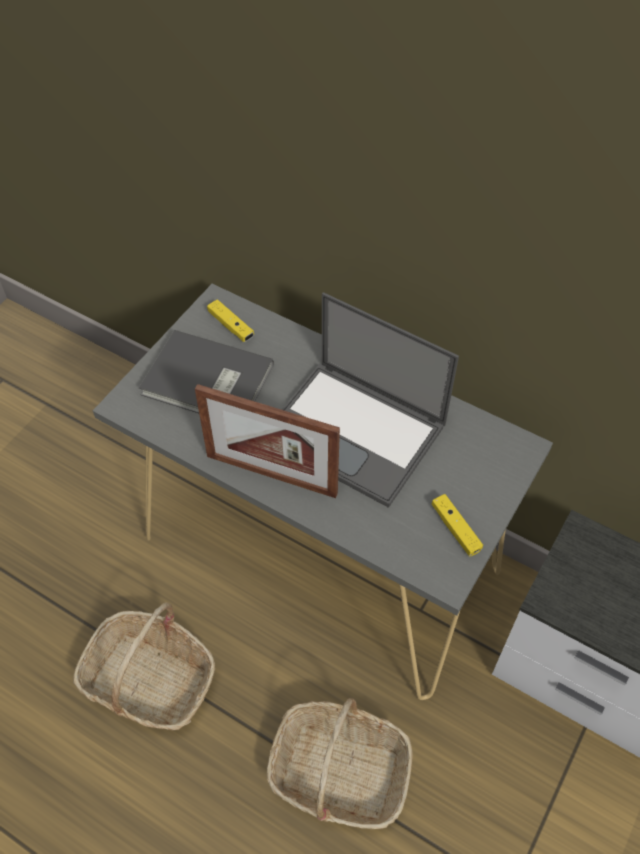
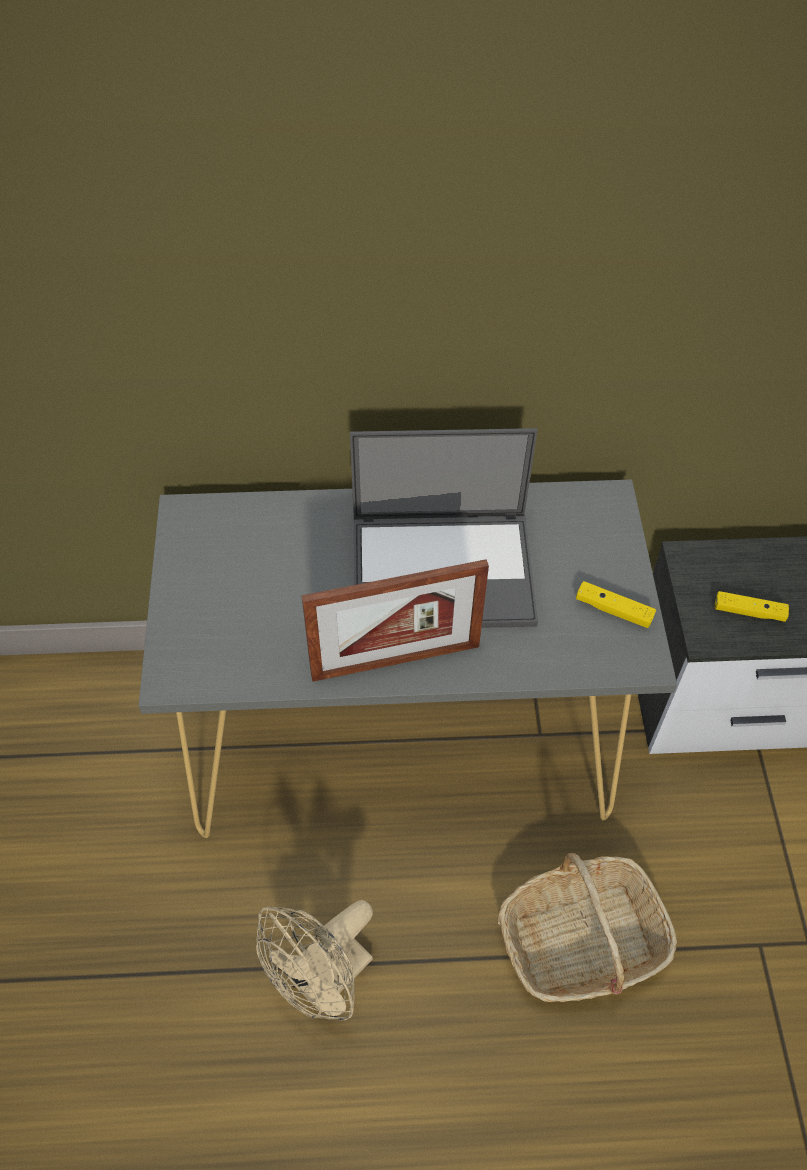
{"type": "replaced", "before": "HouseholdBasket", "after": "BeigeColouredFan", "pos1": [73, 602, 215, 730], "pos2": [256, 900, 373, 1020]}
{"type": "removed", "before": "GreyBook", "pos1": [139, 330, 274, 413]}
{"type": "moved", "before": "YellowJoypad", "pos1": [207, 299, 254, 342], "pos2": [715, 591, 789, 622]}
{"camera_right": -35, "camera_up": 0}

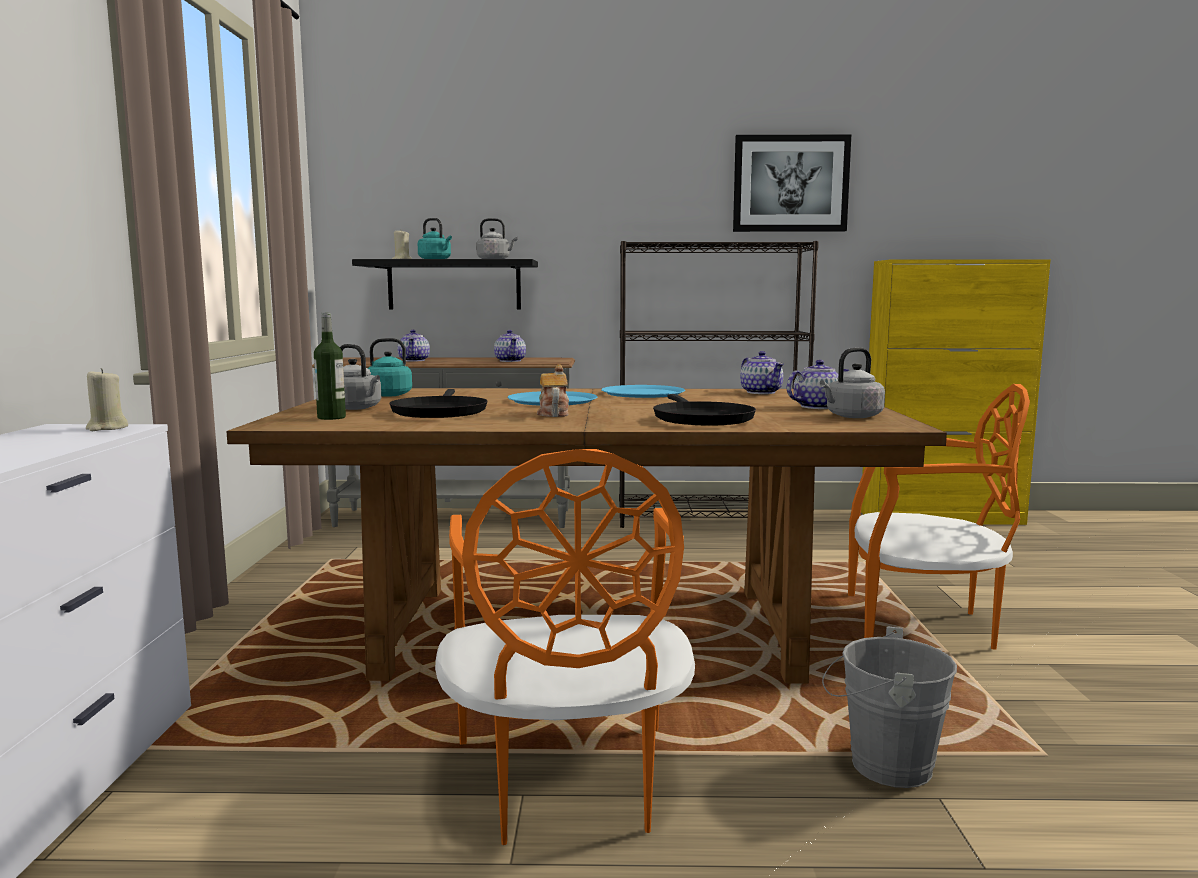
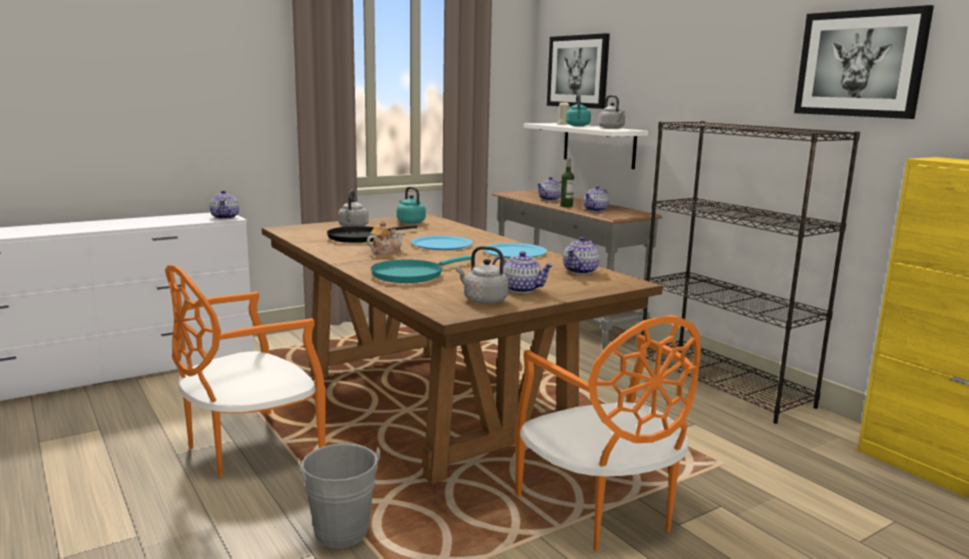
{"type": "replaced", "before": "BeigeColouredWaxLight", "after": "TeaPot", "pos1": [86, 368, 128, 431], "pos2": [209, 190, 239, 219]}
{"type": "moved", "before": "Bottle", "pos1": [314, 313, 346, 420], "pos2": [560, 158, 574, 207]}
{"type": "recoloured", "before": "BlackBracketShelf", "after": "WhitishBracketShelf", "pos1": [352, 259, 538, 310], "pos2": [524, 123, 648, 169]}
{"type": "recoloured", "before": "BlackFryingPan", "after": "BlueGreenFryingPan", "pos1": [653, 394, 756, 425], "pos2": [371, 256, 472, 283]}
{"type": "added", "after": "Picture", "pos2": [547, 33, 610, 109]}
{"camera_right": 55, "camera_up": 5}

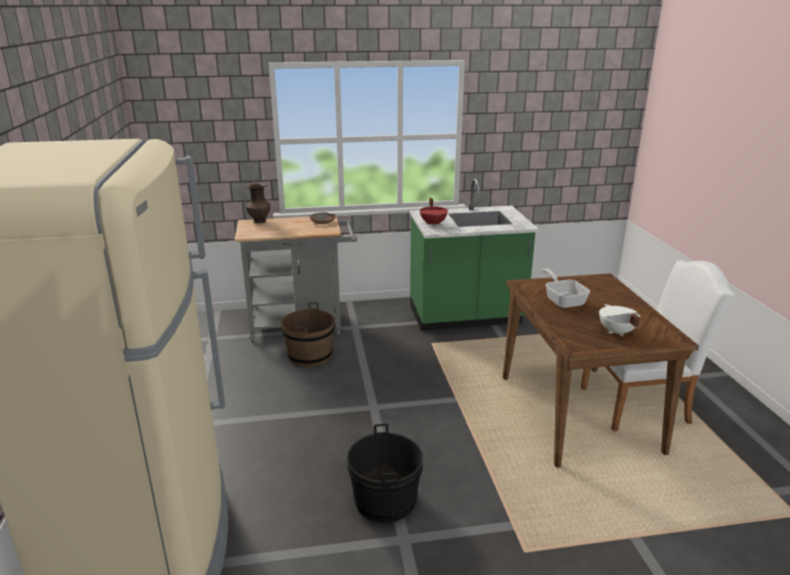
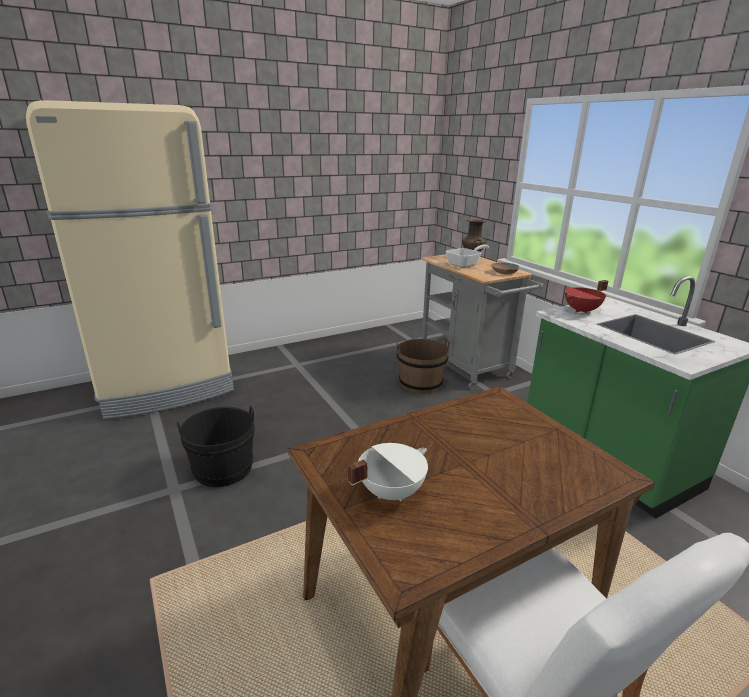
{"type": "moved", "before": "FryingPan", "pos1": [542, 268, 590, 308], "pos2": [446, 244, 489, 268]}
{"camera_right": 70, "camera_up": 0}

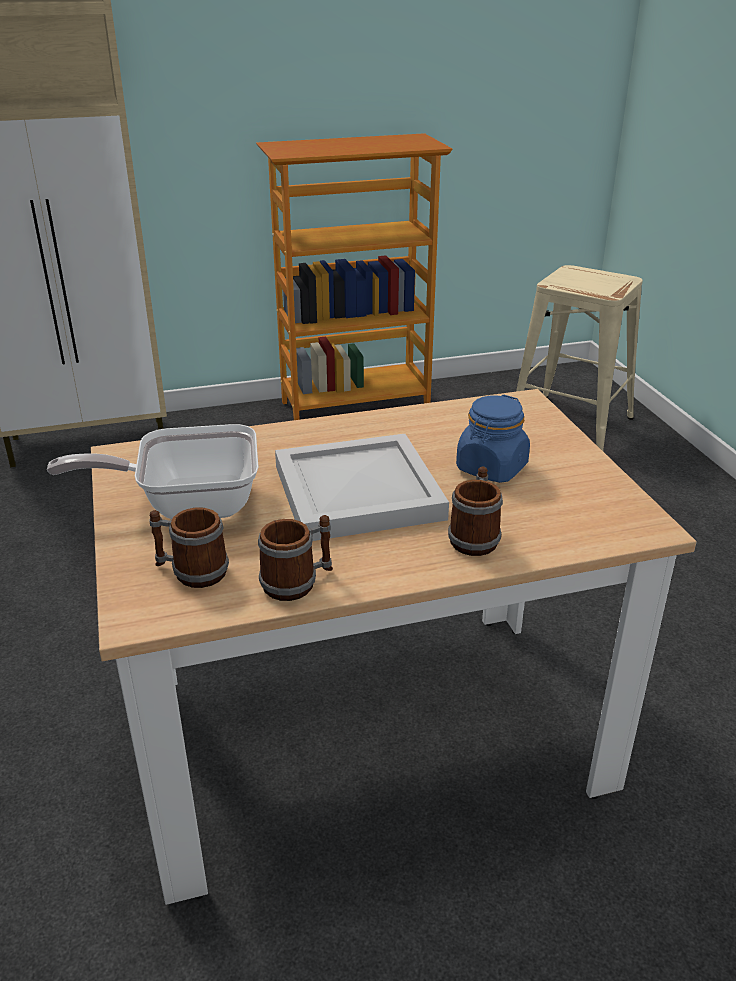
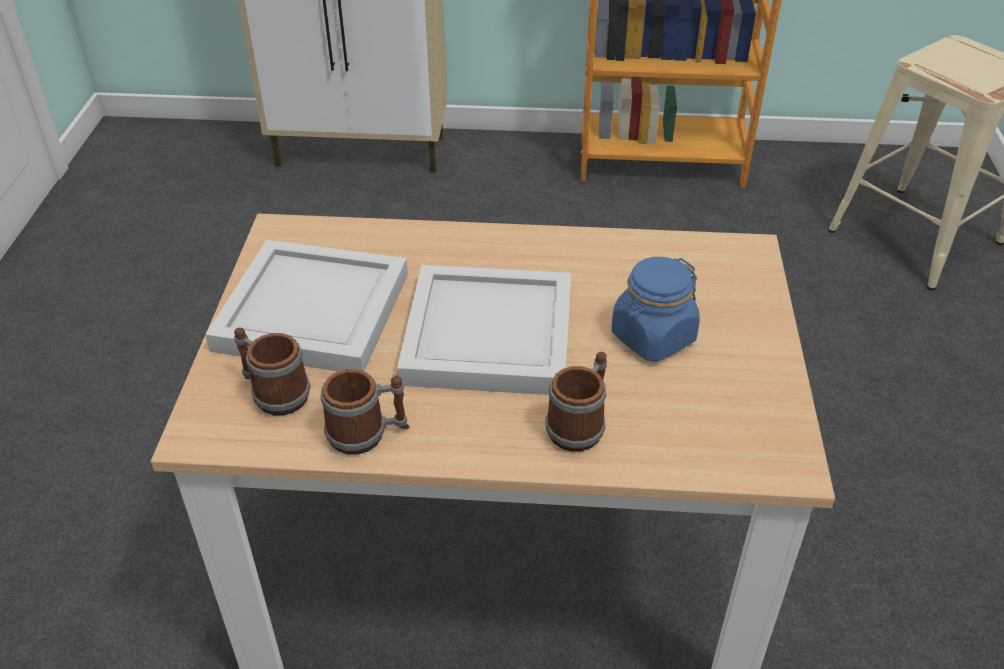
{"type": "replaced", "before": "FryingPan", "after": "WhitishTray", "pos1": [47, 424, 258, 519], "pos2": [205, 240, 408, 371]}
{"camera_right": 20, "camera_up": 10}

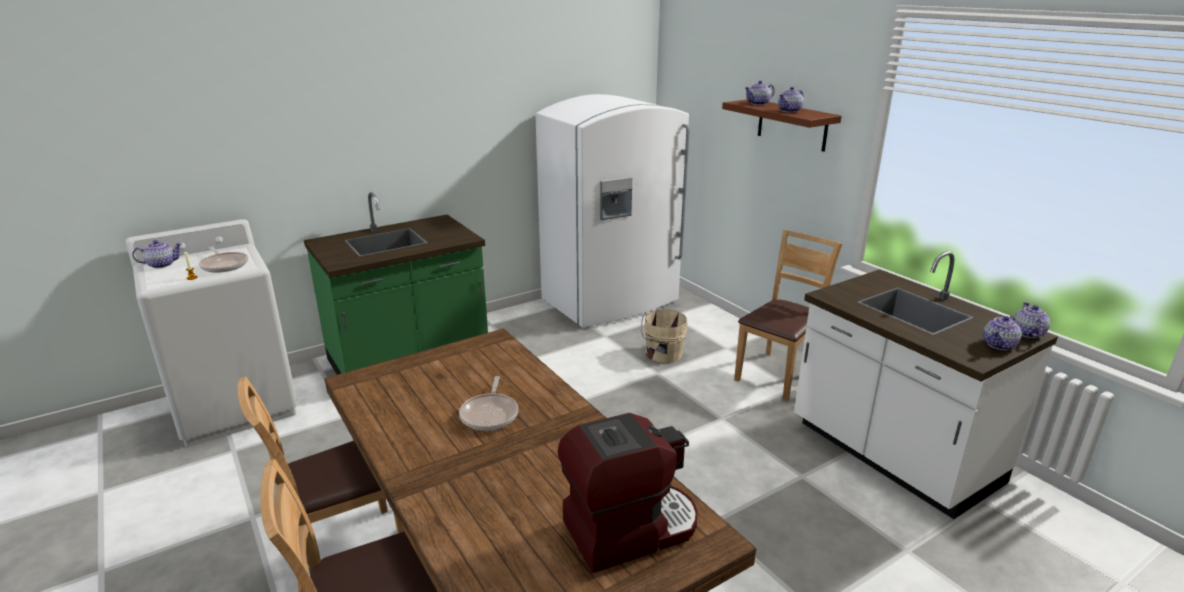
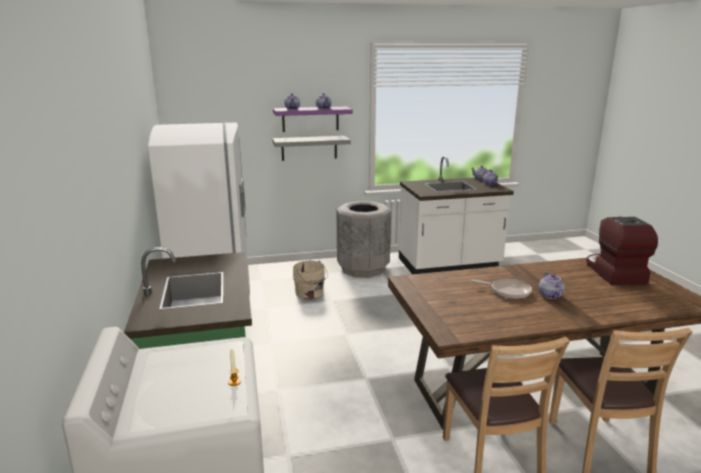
{"type": "moved", "before": "TeaPot", "pos1": [132, 240, 182, 268], "pos2": [539, 272, 565, 299]}
{"type": "removed", "before": "FryingPan", "pos1": [199, 246, 248, 273]}
{"type": "recoloured", "before": "BrownishBracketShelf", "after": "PurpleBracketShelf", "pos1": [722, 100, 842, 152], "pos2": [273, 107, 353, 132]}
{"type": "replaced", "before": "BrownishUprightChair", "after": "GreyWasteBin", "pos1": [734, 230, 842, 401], "pos2": [337, 201, 391, 278]}
{"type": "added", "after": "GreyBracketShelf", "pos2": [272, 136, 351, 161]}
{"camera_right": -70, "camera_up": -5}

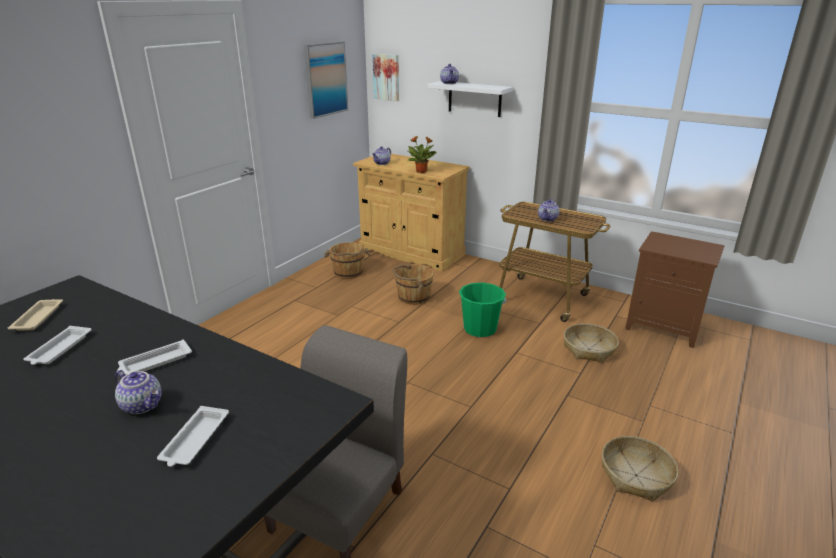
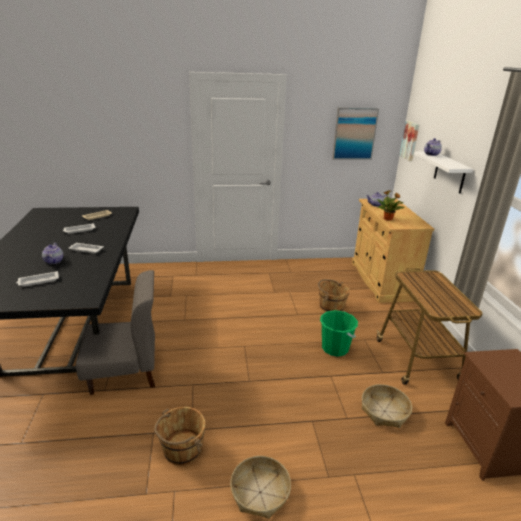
{"type": "moved", "before": "BrownishPail", "pos1": [324, 242, 371, 279], "pos2": [154, 407, 205, 465]}
{"type": "removed", "before": "TeaPot", "pos1": [538, 199, 560, 222]}
{"camera_right": 50, "camera_up": 0}

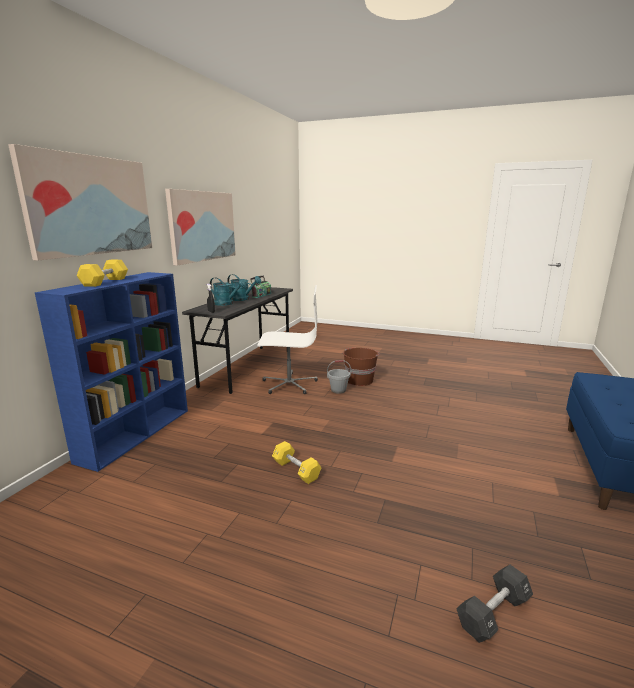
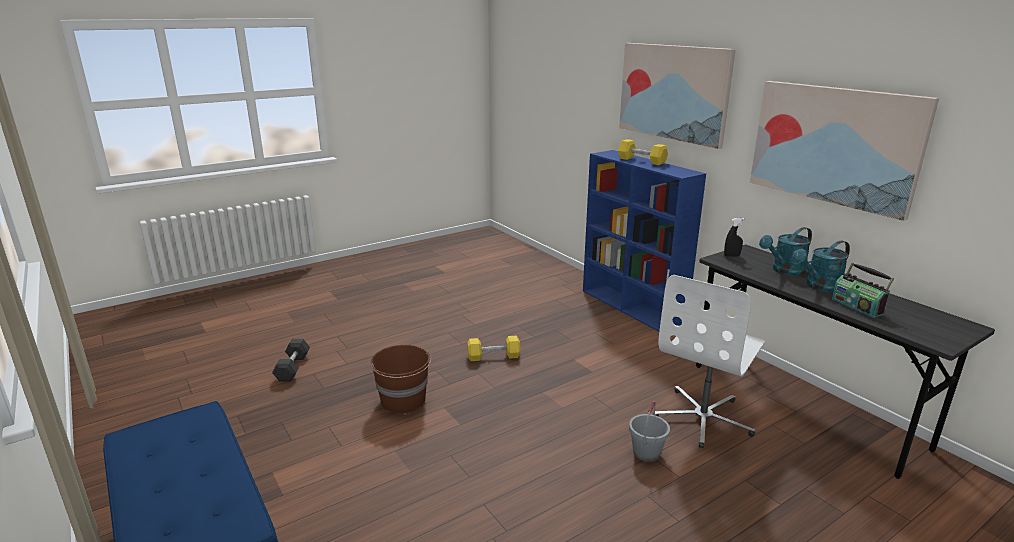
{"type": "moved", "before": "BrownishPail", "pos1": [343, 348, 379, 386], "pos2": [371, 345, 431, 414]}
{"camera_right": 125, "camera_up": 5}

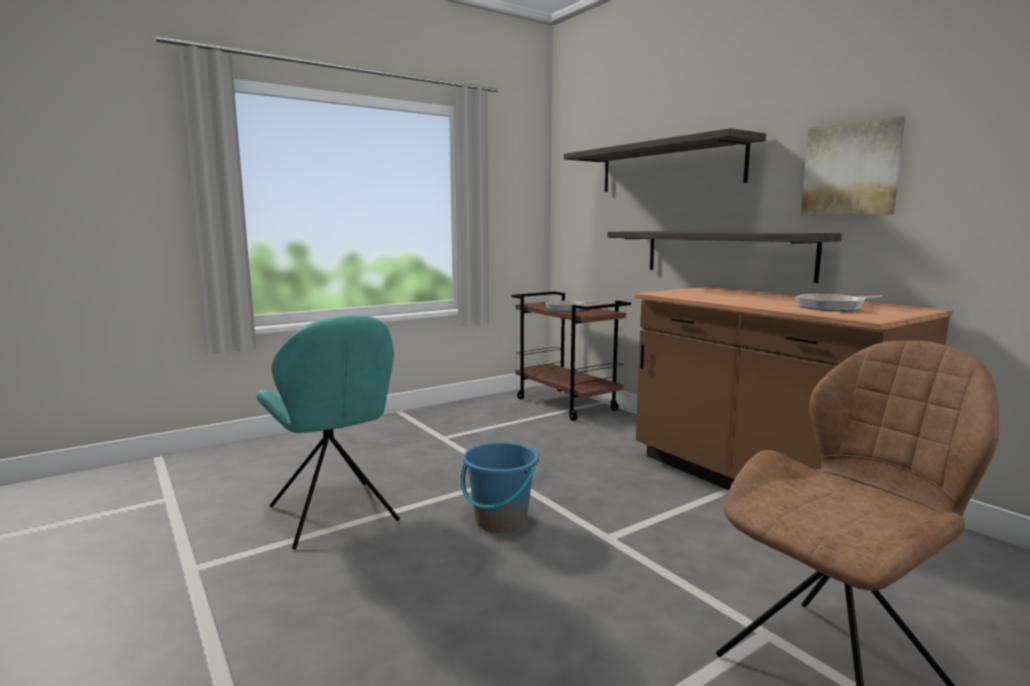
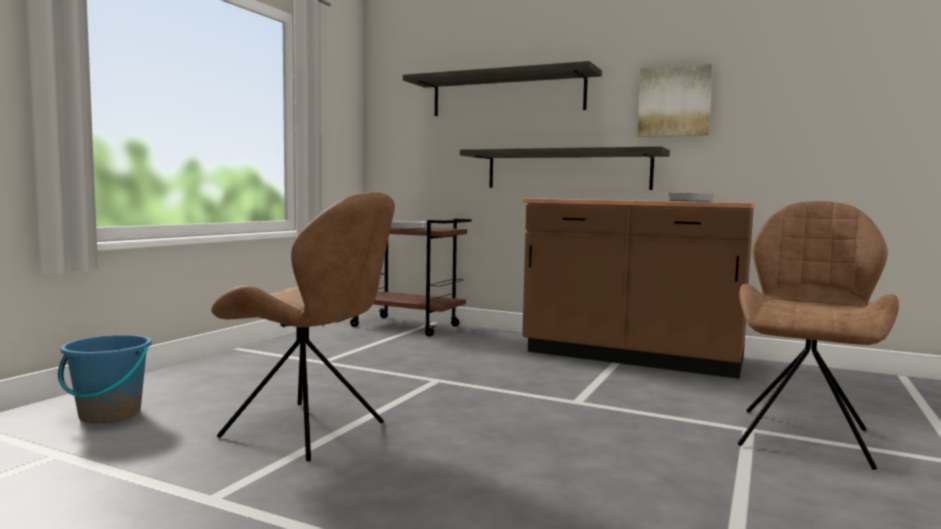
{"type": "recoloured", "before": "BlueGreenUprightChair", "after": "BrownishUprightChair", "pos1": [256, 315, 400, 549], "pos2": [211, 192, 395, 461]}
{"type": "moved", "before": "BluishPail", "pos1": [460, 442, 539, 533], "pos2": [58, 335, 152, 424]}
{"camera_right": -30, "camera_up": -5}

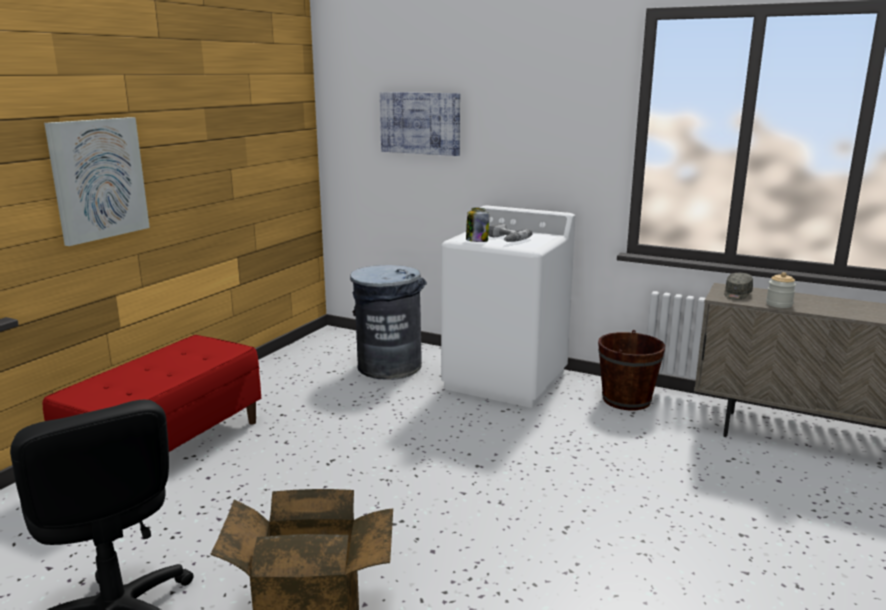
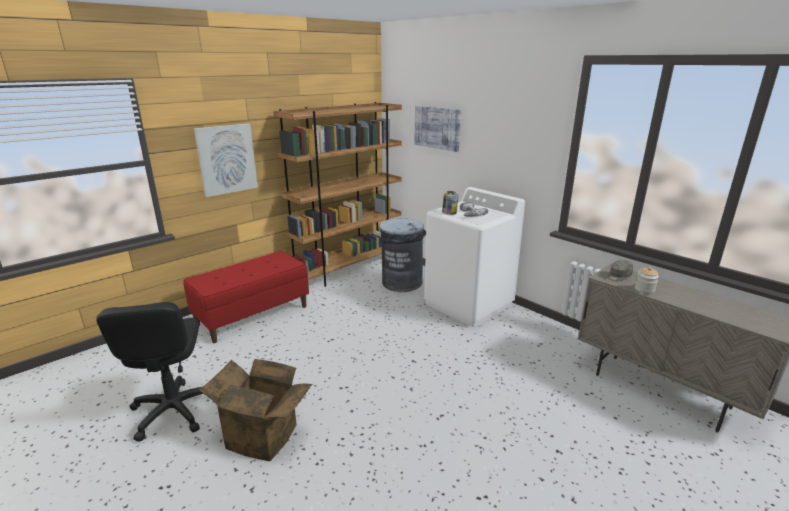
{"type": "removed", "before": "BrownishPail", "pos1": [598, 330, 665, 410]}
{"type": "added", "after": "BrownishBookshelf", "pos2": [273, 102, 402, 287]}
{"camera_right": 20, "camera_up": 5}

